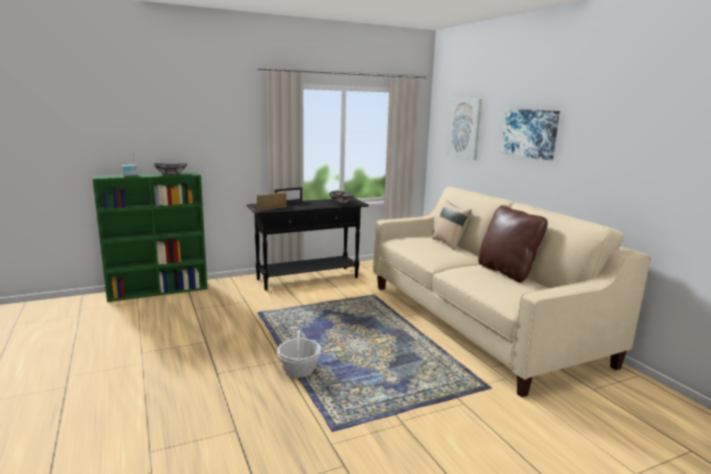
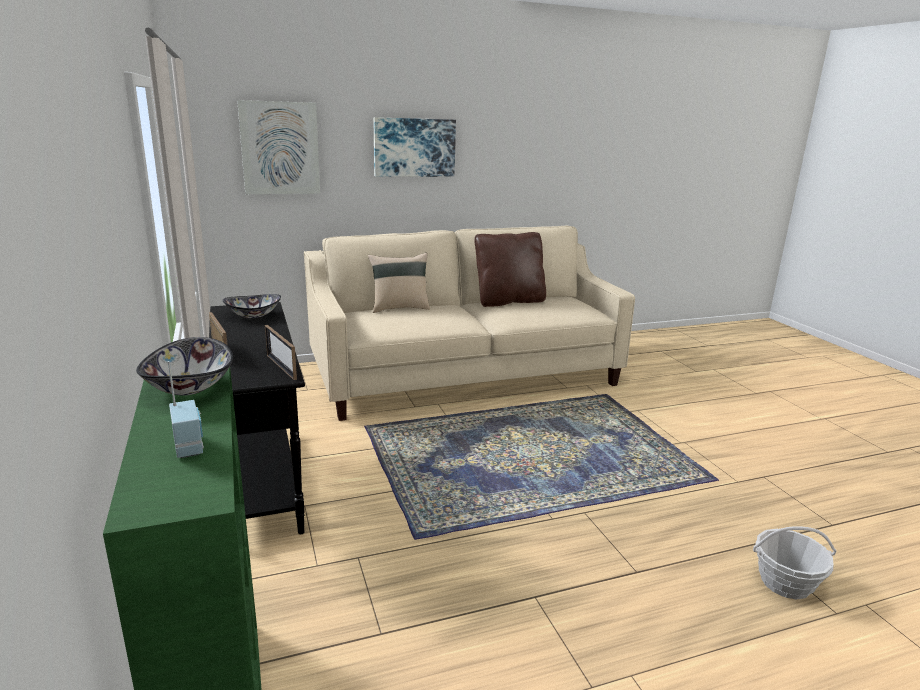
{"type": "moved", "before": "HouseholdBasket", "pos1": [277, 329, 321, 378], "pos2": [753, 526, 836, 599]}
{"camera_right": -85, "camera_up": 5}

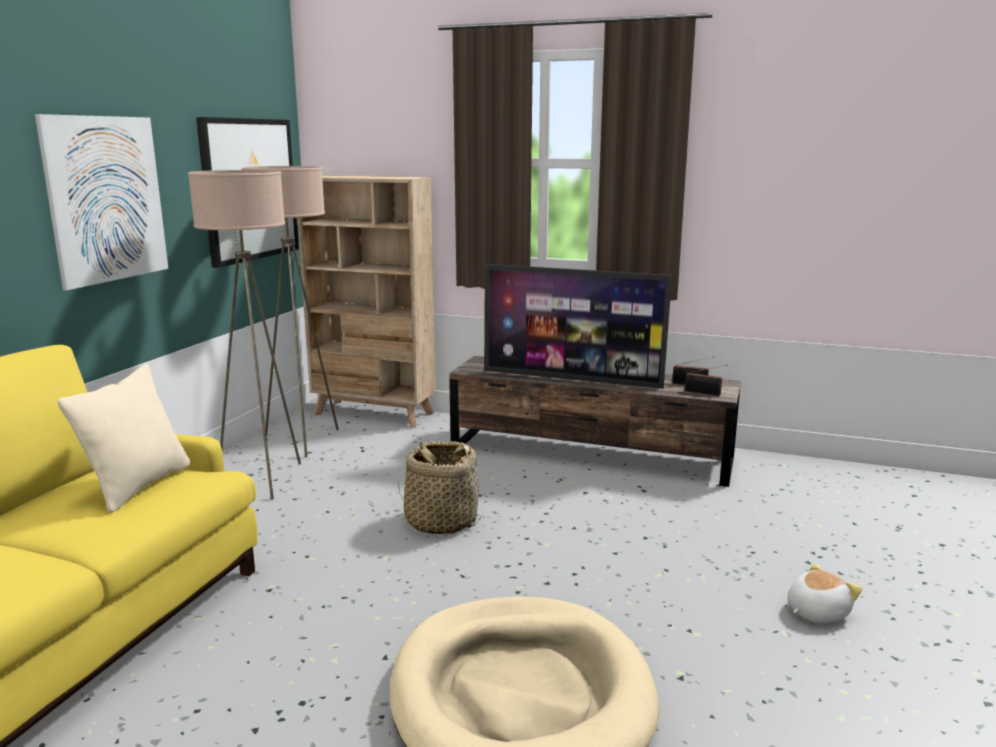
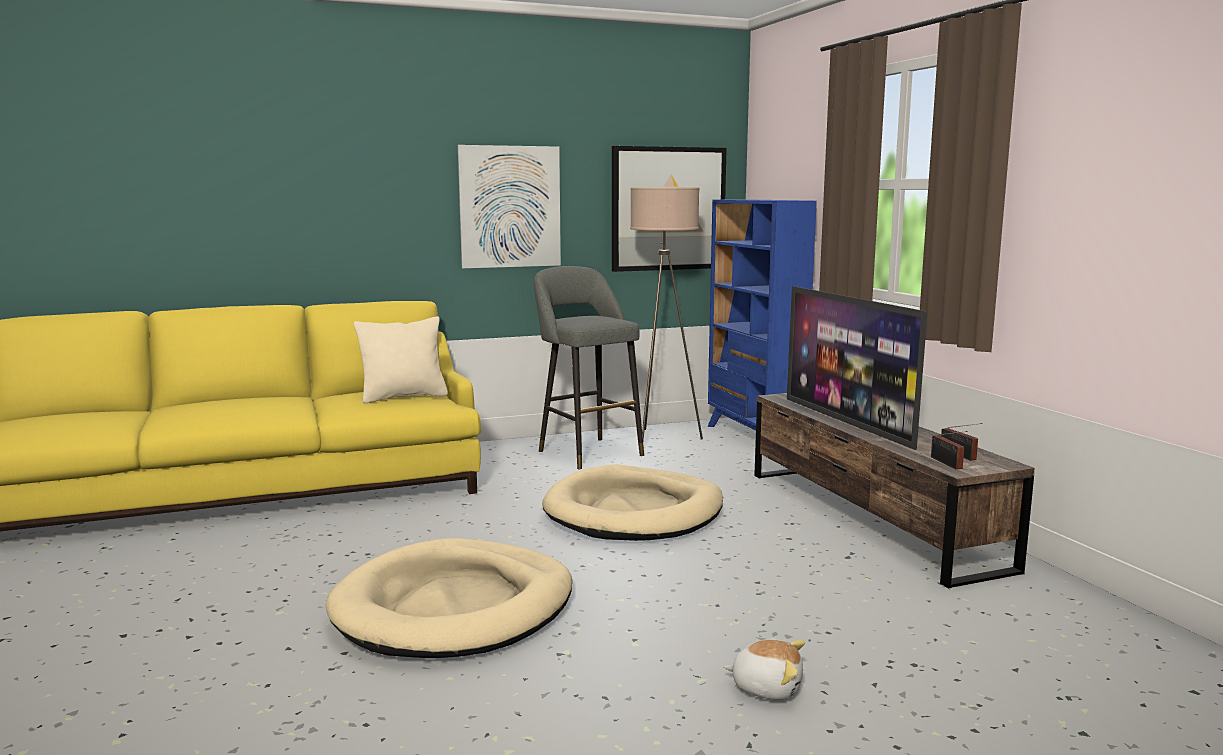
{"type": "replaced", "before": "BeigeColouredFloorLamp", "after": "GreyStool", "pos1": [188, 170, 301, 500], "pos2": [534, 266, 644, 469]}
{"type": "recoloured", "before": "BeigeColouredBookshelf", "after": "BluishBookshelf", "pos1": [297, 175, 436, 428], "pos2": [708, 200, 817, 431]}
{"type": "replaced", "before": "HouseholdBasket", "after": "BeigeColouredDogCushion", "pos1": [398, 441, 481, 534], "pos2": [542, 465, 723, 541]}
{"camera_right": 50, "camera_up": -5}

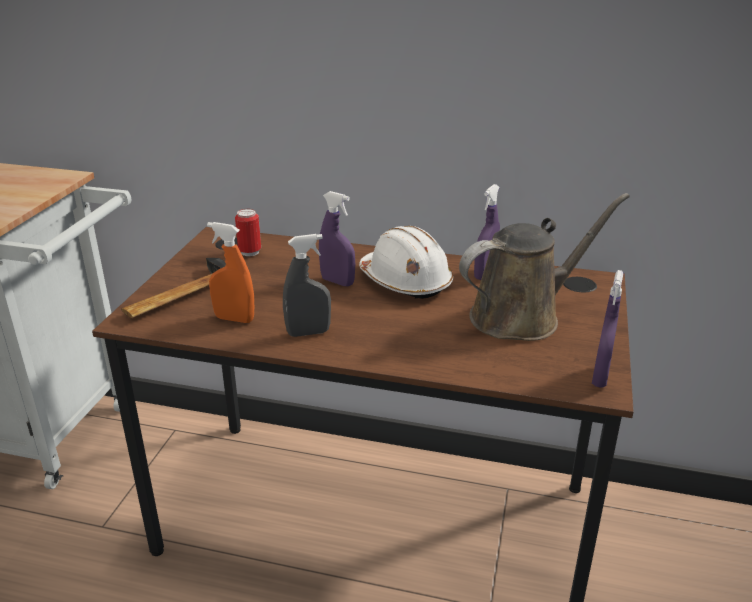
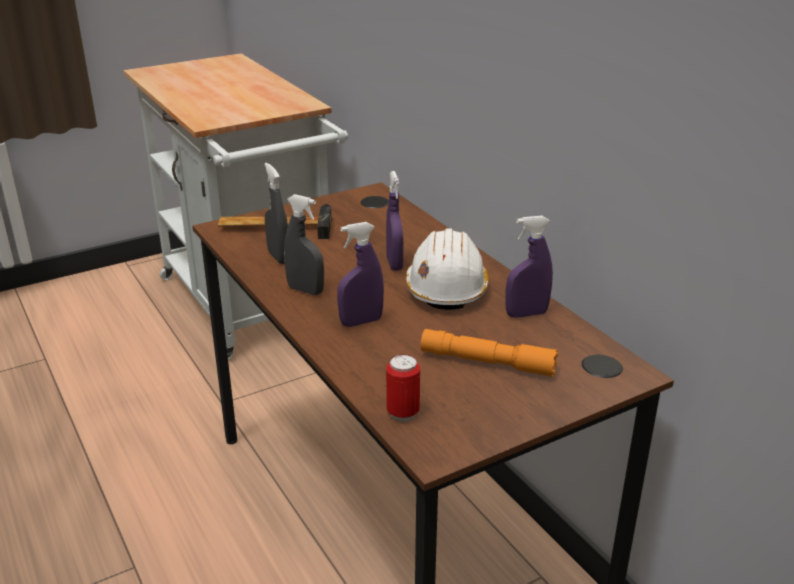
{"type": "recoloured", "before": "OrangeyHandSprayer", "after": "GreyHandSprayer", "pos1": [207, 222, 254, 323], "pos2": [264, 163, 288, 264]}
{"type": "moved", "before": "Can", "pos1": [235, 209, 261, 256], "pos2": [386, 354, 420, 421]}
{"type": "replaced", "before": "BrownishWateringCan", "after": "OrangeyTorch", "pos1": [459, 193, 630, 341], "pos2": [421, 329, 558, 377]}
{"type": "moved", "before": "PurpleHandSprayer", "pos1": [592, 270, 623, 388], "pos2": [337, 222, 384, 327]}
{"camera_right": 45, "camera_up": 0}

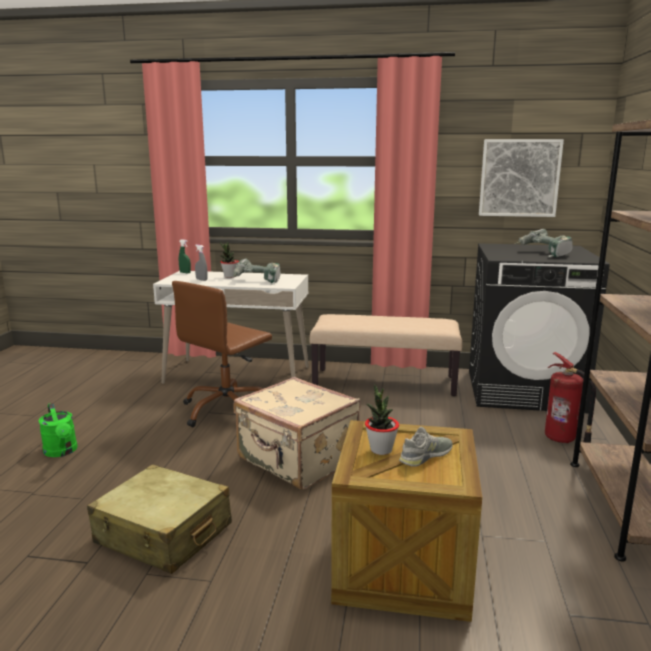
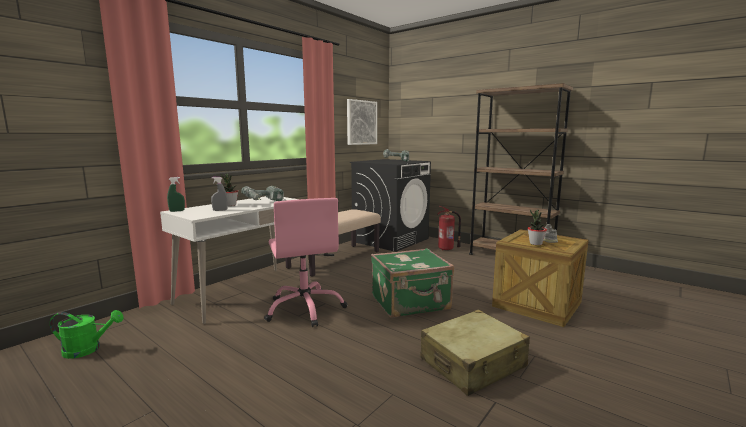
{"type": "moved", "before": "GreenWateringCan", "pos1": [39, 403, 78, 457], "pos2": [50, 310, 124, 359]}
{"type": "recoloured", "before": "BrownishDeskChair", "after": "PinkDeskChair", "pos1": [172, 281, 272, 427], "pos2": [264, 198, 347, 327]}
{"type": "recoloured", "before": "BeigeColouredSuitcase", "after": "GreenSuitcase", "pos1": [234, 377, 360, 490], "pos2": [371, 248, 454, 318]}
{"camera_right": -60, "camera_up": -5}

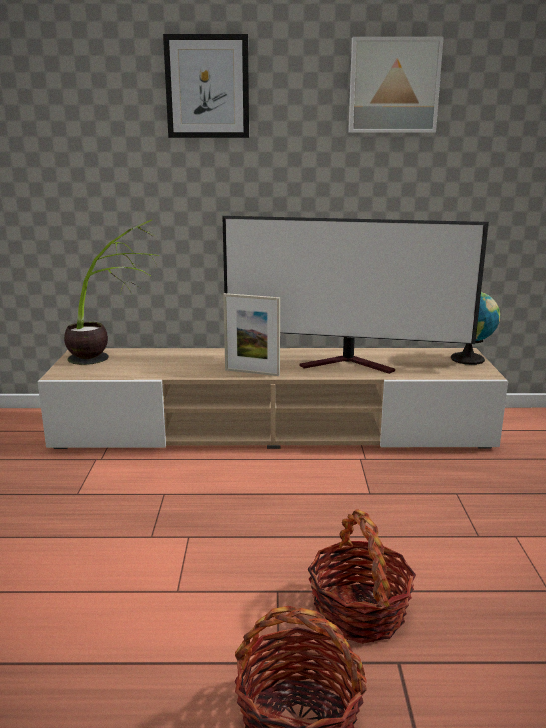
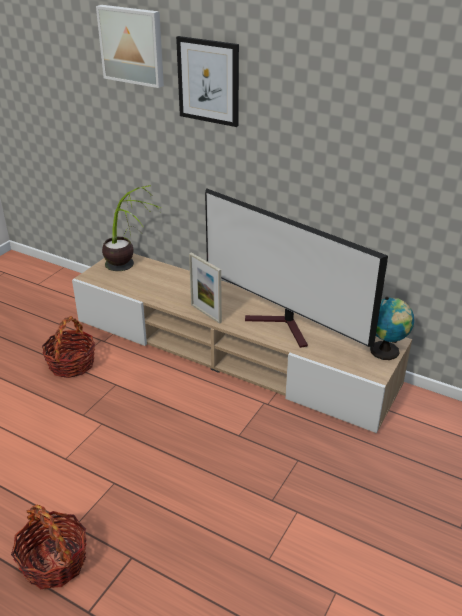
{"type": "moved", "before": "HouseholdBasket", "pos1": [307, 509, 416, 644], "pos2": [42, 316, 95, 378]}
{"type": "moved", "before": "Picture", "pos1": [348, 37, 444, 133], "pos2": [96, 5, 164, 88]}
{"camera_right": 30, "camera_up": 15}

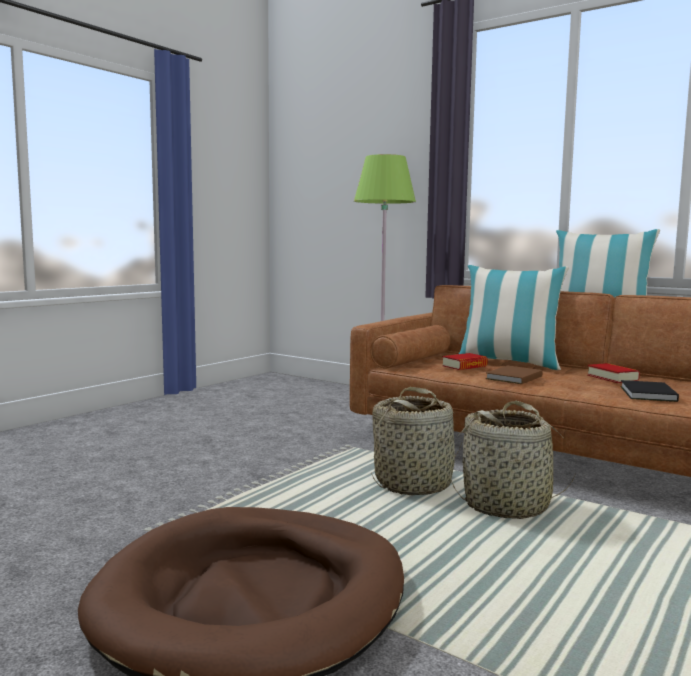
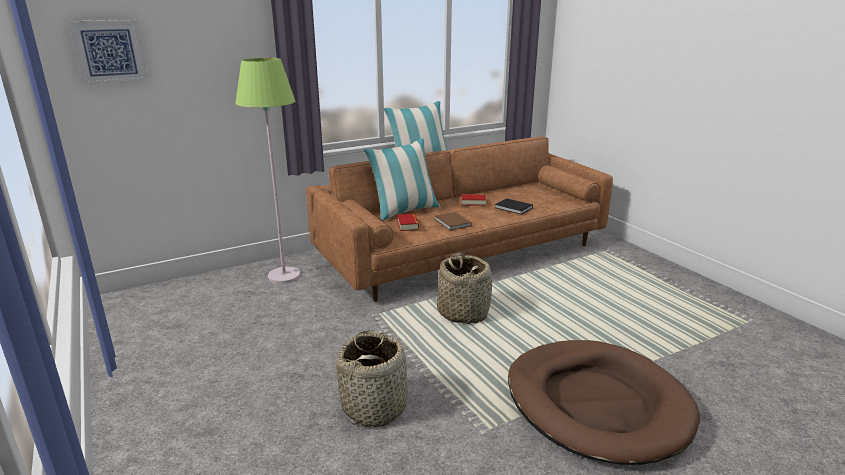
{"type": "moved", "before": "HouseholdBasket", "pos1": [452, 401, 575, 519], "pos2": [336, 330, 408, 427]}
{"type": "added", "after": "Picture", "pos2": [68, 20, 148, 85]}
{"camera_right": -65, "camera_up": 15}

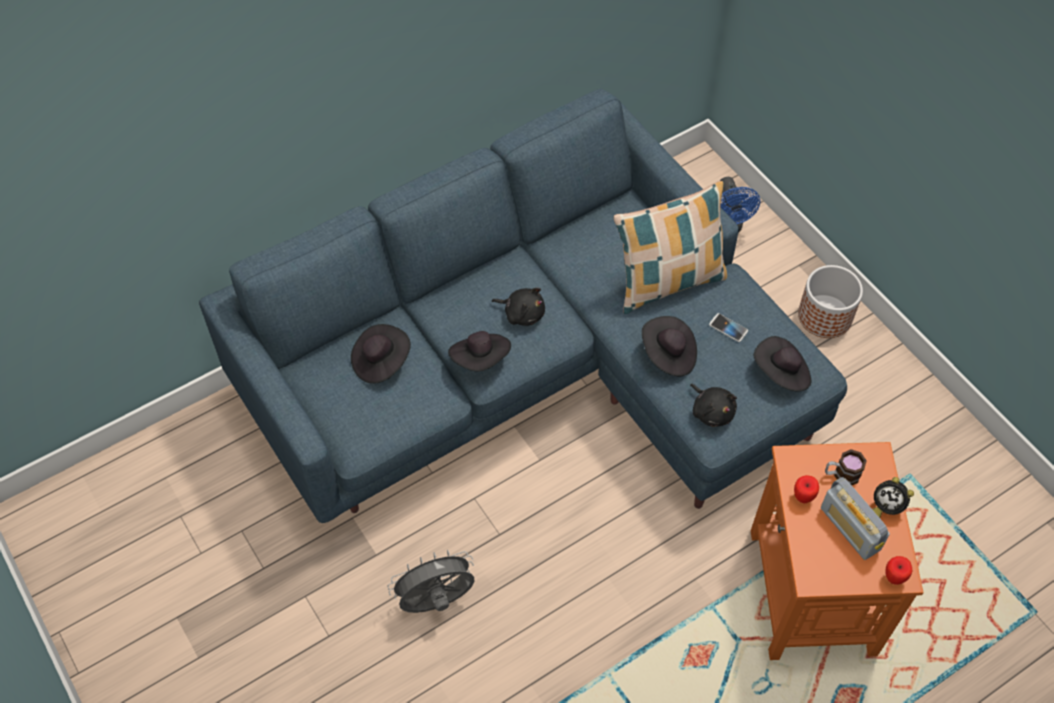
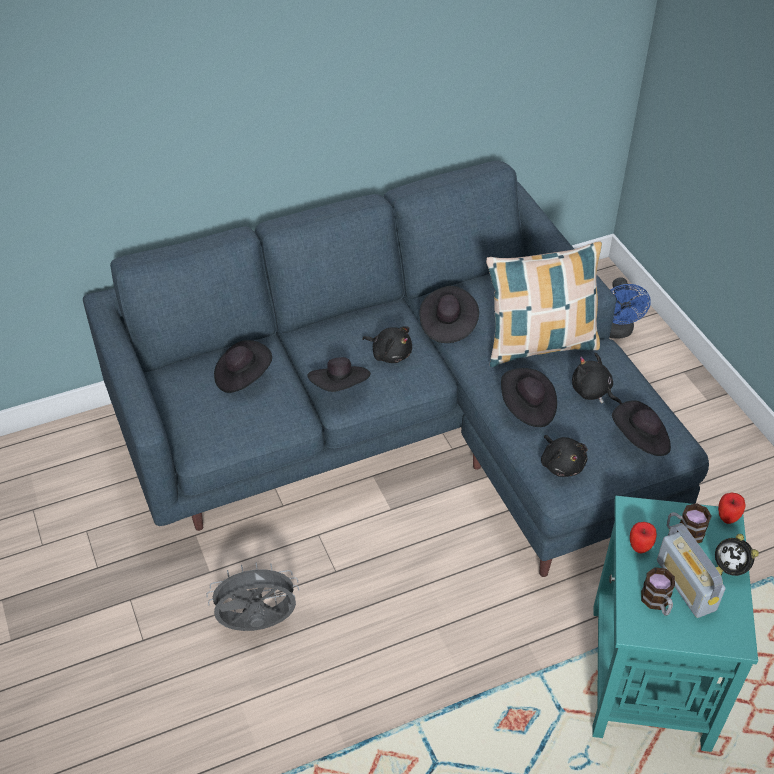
{"type": "replaced", "before": "Handset", "after": "BlackPlushToy", "pos1": [709, 313, 748, 342], "pos2": [572, 353, 622, 404]}
{"type": "recoloured", "before": "OrangeyEndTable", "after": "BlueGreenEndTable", "pos1": [751, 442, 924, 660], "pos2": [592, 496, 758, 752]}
{"type": "removed", "before": "Planter", "pos1": [798, 265, 863, 338]}
{"type": "moved", "before": "WholeApple", "pos1": [885, 556, 912, 585], "pos2": [718, 493, 745, 524]}
{"type": "added", "after": "BlackHat", "pos2": [419, 286, 479, 343]}
{"type": "added", "after": "TeaMug", "pos2": [641, 567, 675, 616]}
{"camera_right": 10, "camera_up": -10}

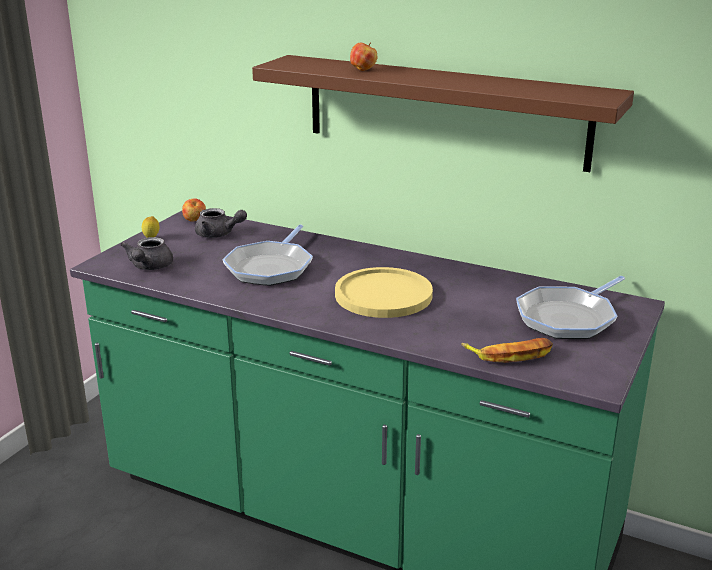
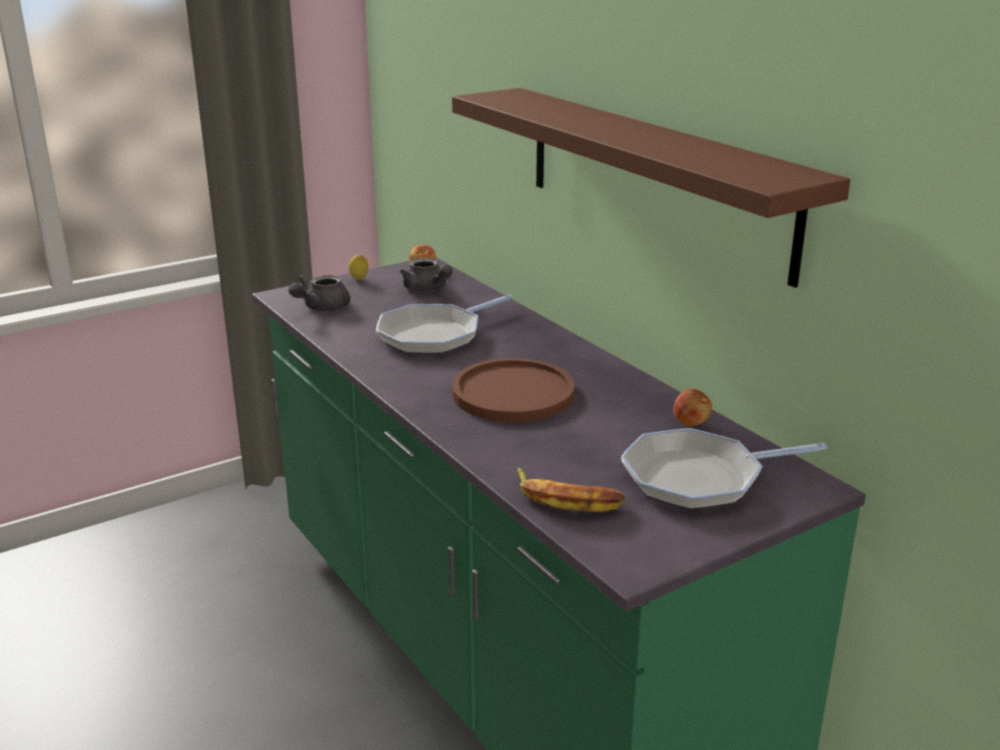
{"type": "recoloured", "before": "YellowPlate", "after": "BrownishPlate", "pos1": [335, 267, 433, 318], "pos2": [452, 358, 575, 422]}
{"type": "moved", "before": "WholeApple", "pos1": [350, 42, 378, 71], "pos2": [673, 389, 712, 427]}
{"camera_right": 30, "camera_up": 0}

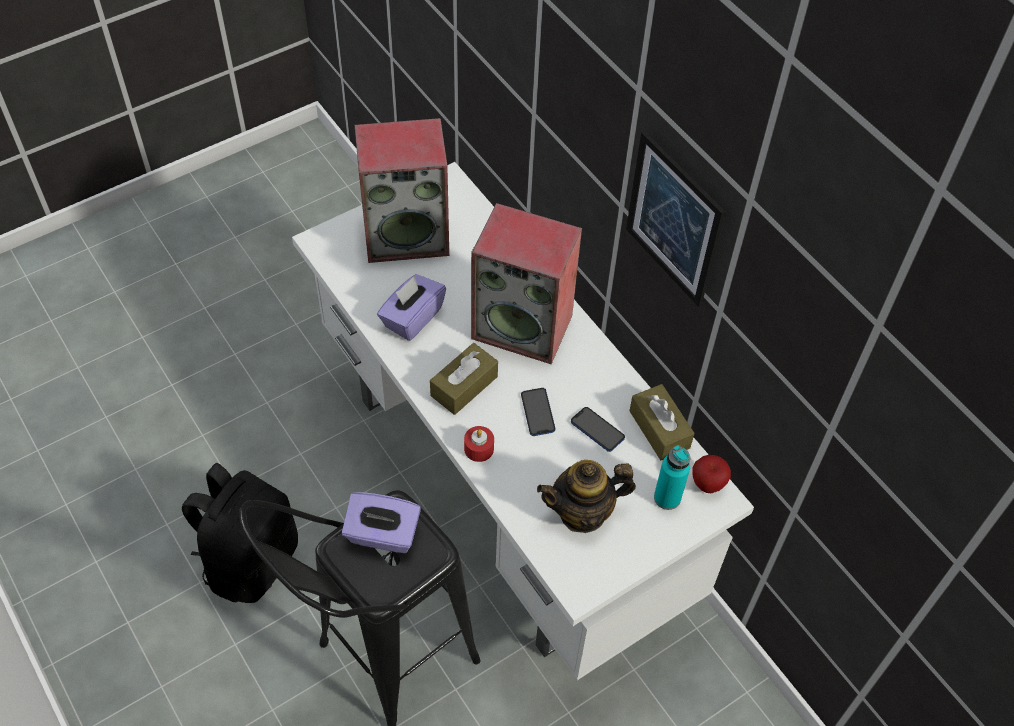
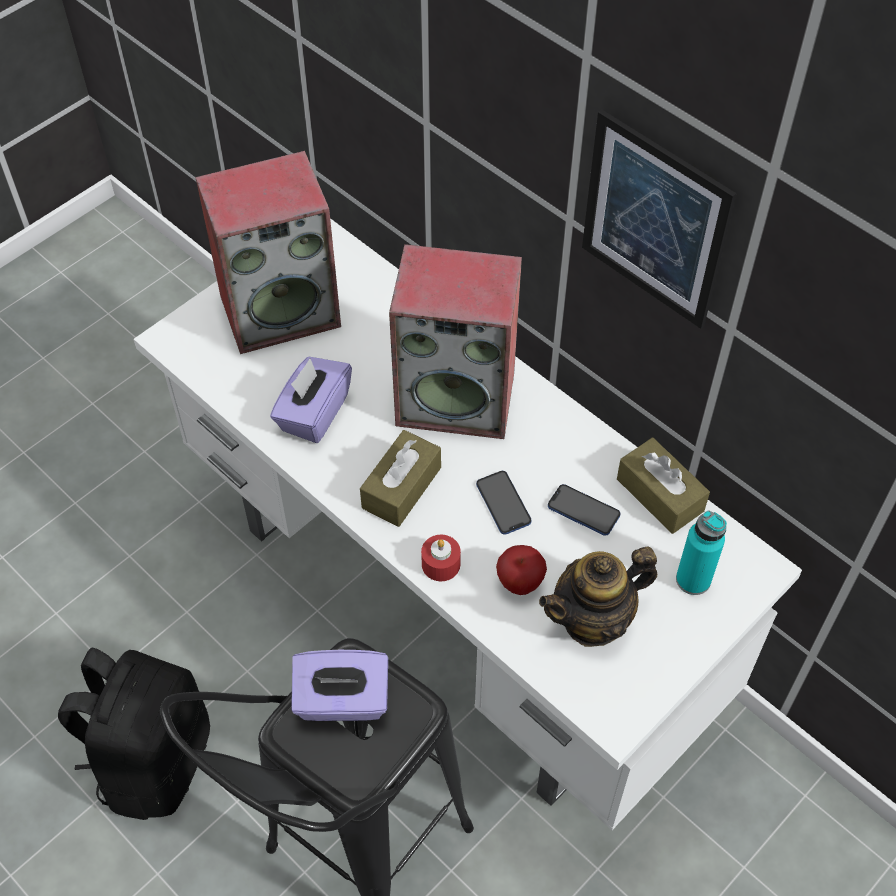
{"type": "moved", "before": "WholeApple", "pos1": [692, 455, 731, 493], "pos2": [496, 545, 547, 595]}
{"camera_right": -10, "camera_up": 0}

